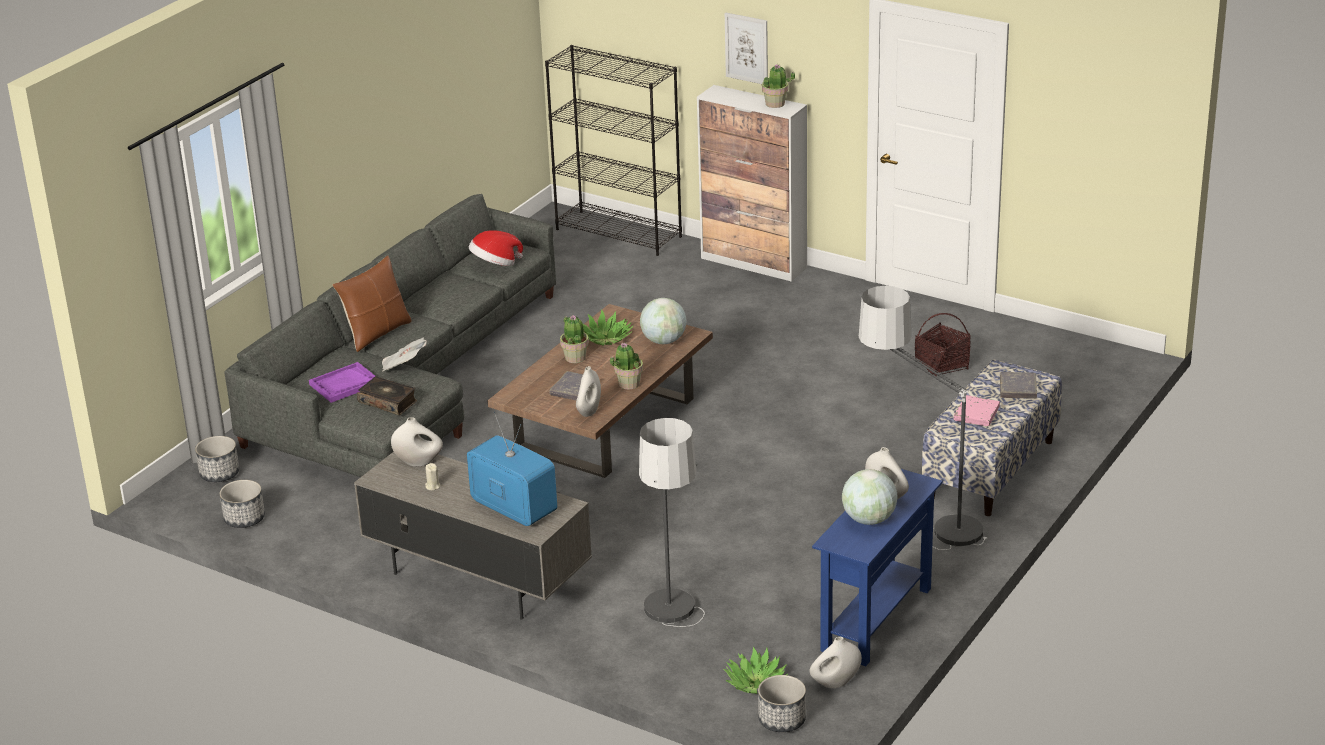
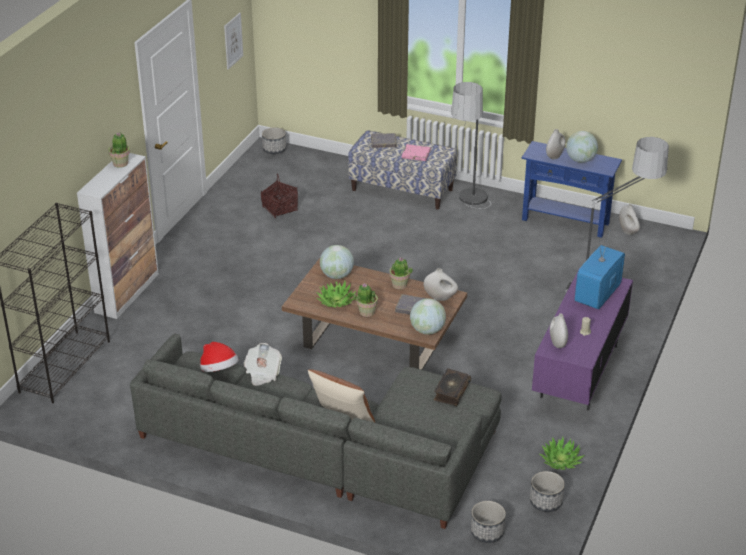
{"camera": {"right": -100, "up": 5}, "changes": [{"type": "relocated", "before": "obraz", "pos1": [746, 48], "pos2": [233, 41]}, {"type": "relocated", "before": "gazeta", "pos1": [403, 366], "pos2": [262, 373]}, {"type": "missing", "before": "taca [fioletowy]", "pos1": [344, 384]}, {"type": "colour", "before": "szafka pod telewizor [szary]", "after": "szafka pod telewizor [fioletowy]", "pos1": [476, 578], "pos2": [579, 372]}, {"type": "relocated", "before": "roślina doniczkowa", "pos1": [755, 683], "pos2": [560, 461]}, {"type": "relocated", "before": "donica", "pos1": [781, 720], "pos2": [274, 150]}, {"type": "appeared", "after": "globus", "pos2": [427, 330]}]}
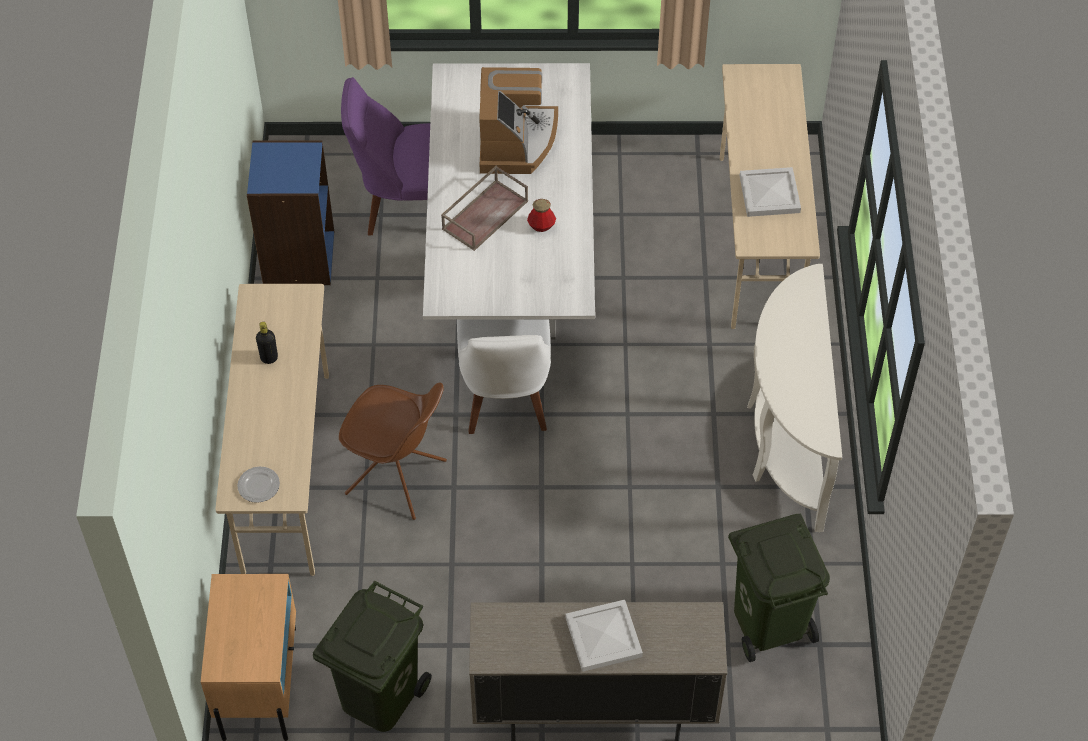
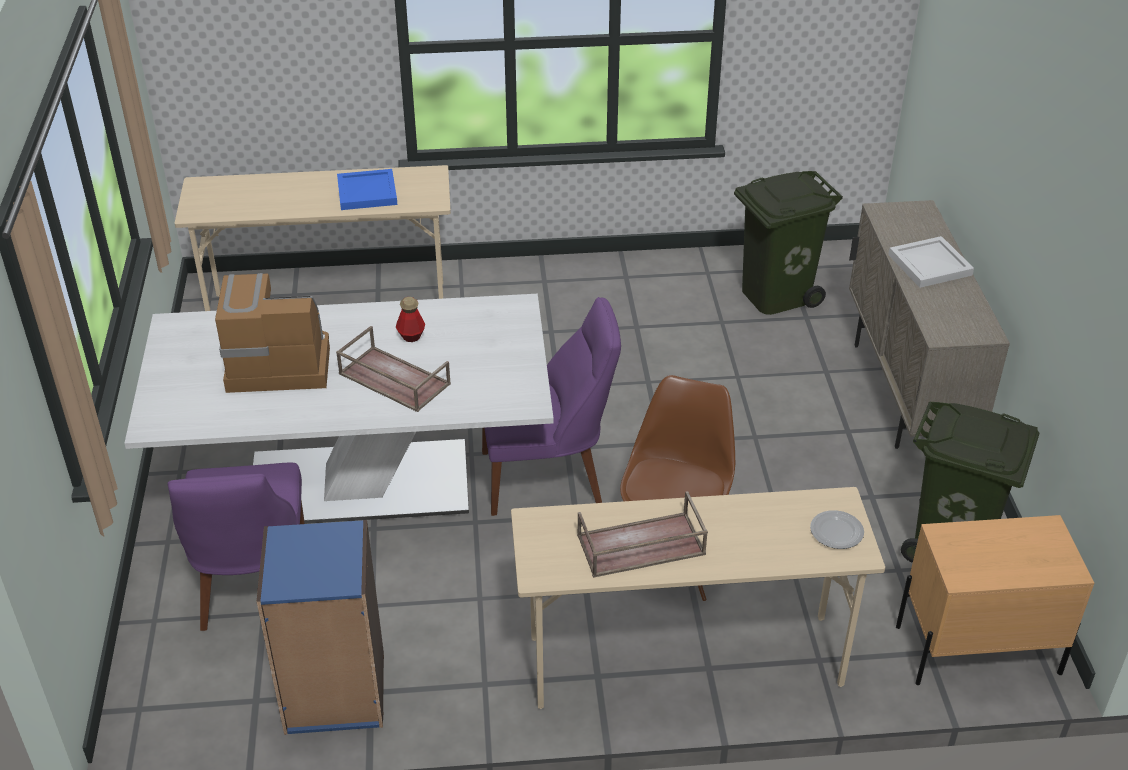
{"camera": {"right": -95, "up": -15}, "changes": [{"type": "colour", "before": "taca [biały]", "after": "taca [niebieski]", "pos1": [770, 194], "pos2": [368, 192]}, {"type": "missing", "before": "stolik konsolowy [biały]", "pos1": [785, 440]}, {"type": "colour", "before": "krzesło [biały]", "after": "krzesło [fioletowy]", "pos1": [505, 397], "pos2": [548, 477]}, {"type": "exchanged", "before": "butelka [czarny]", "after": "taca [brązowy]", "pos1": [269, 358], "pos2": [640, 546]}]}
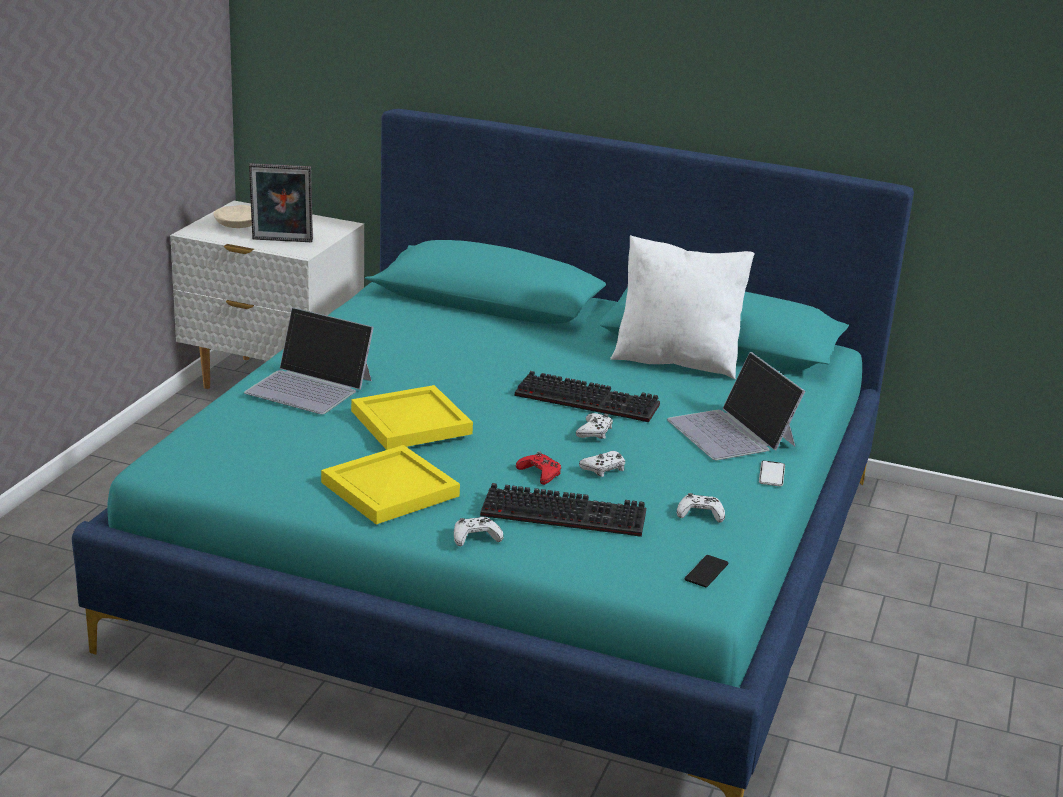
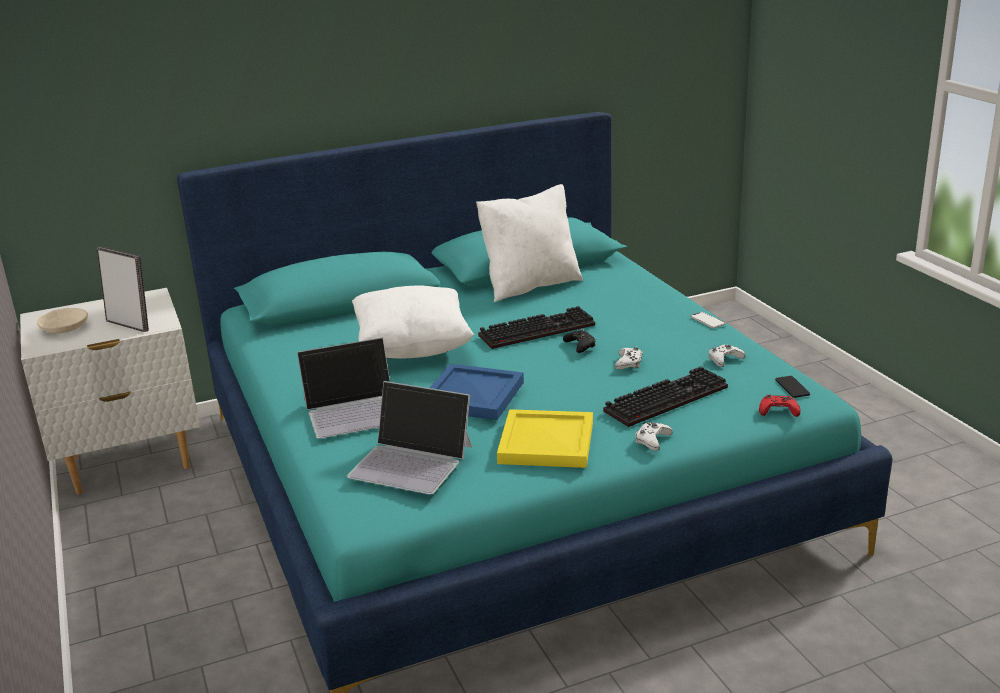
{"camera": {"right": -40, "up": 0}, "changes": [{"type": "spun", "before": "ramka na zdjęcie", "pos1": [282, 241], "pos2": [130, 324], "turn": -105}, {"type": "relocated", "before": "laptop", "pos1": [732, 432], "pos2": [412, 461]}, {"type": "colour", "before": "taca [żółty]", "after": "taca [niebieski]", "pos1": [409, 422], "pos2": [471, 396]}, {"type": "colour", "before": "pad do gier [biały]", "after": "pad do gier [czarny]", "pos1": [595, 431], "pos2": [580, 345]}, {"type": "relocated", "before": "pad do gier [czerwony]", "pos1": [540, 473], "pos2": [778, 411]}, {"type": "appeared", "after": "poduszka [biały]", "pos2": [412, 349]}]}
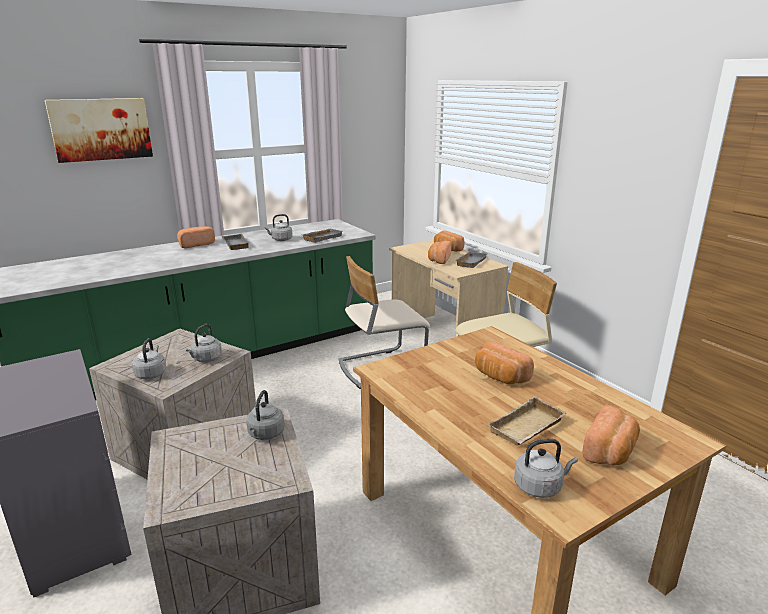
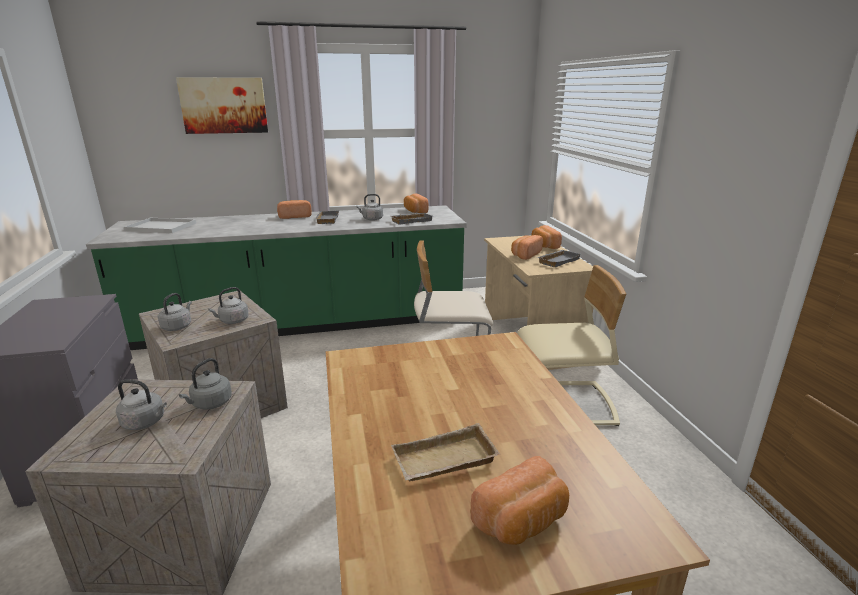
{"camera": {"right": 20, "up": 0}, "changes": [{"type": "relocated", "before": "chleb", "pos1": [500, 376], "pos2": [415, 211]}, {"type": "relocated", "before": "czajnik [szary]", "pos1": [540, 486], "pos2": [145, 422]}, {"type": "appeared", "after": "taca [biały]", "pos2": [162, 226]}]}
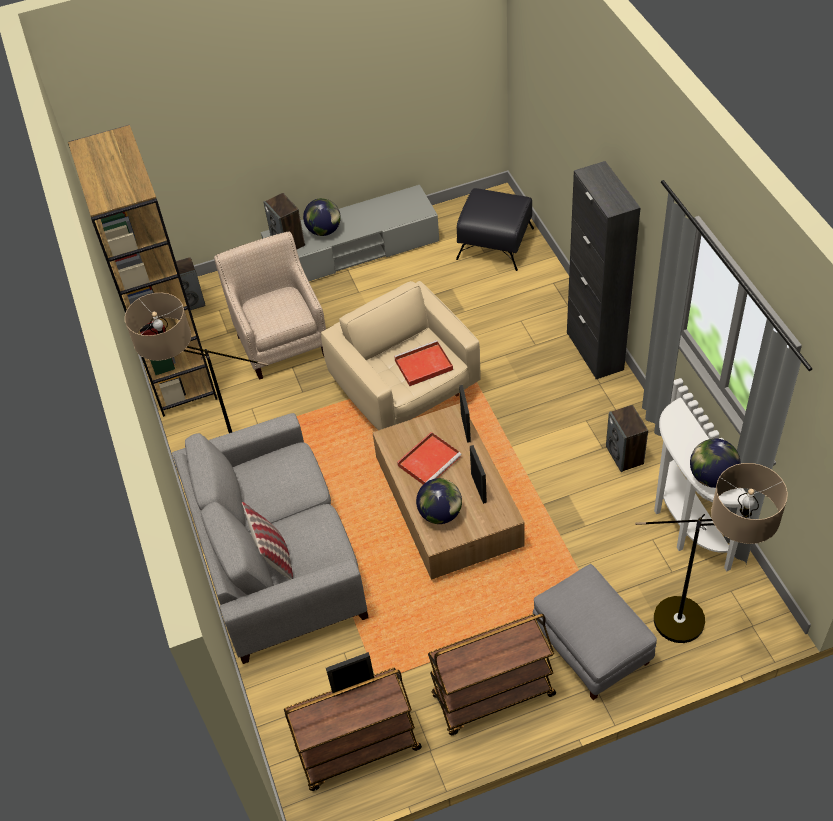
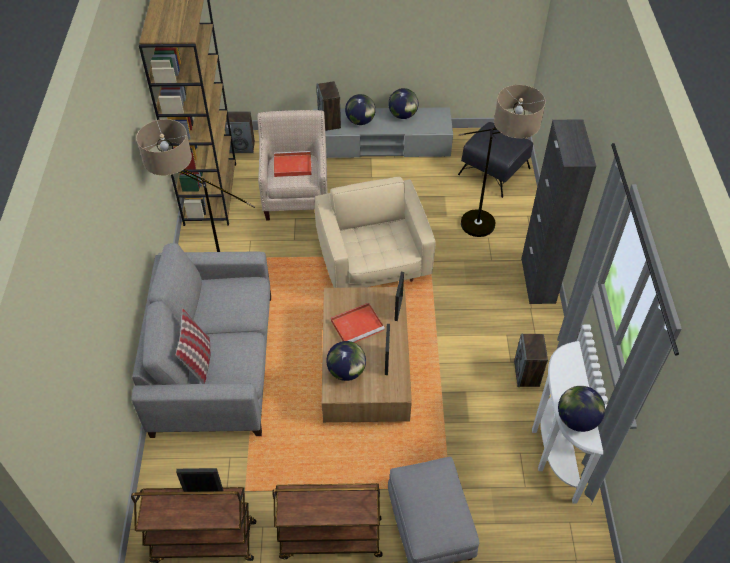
{"camera": {"right": 15, "up": 0}, "changes": [{"type": "relocated", "before": "taca [czerwony]", "pos1": [422, 365], "pos2": [291, 166]}, {"type": "relocated", "before": "lampa stojąca", "pos1": [698, 630], "pos2": [487, 232]}, {"type": "appeared", "after": "globus", "pos2": [403, 115]}]}
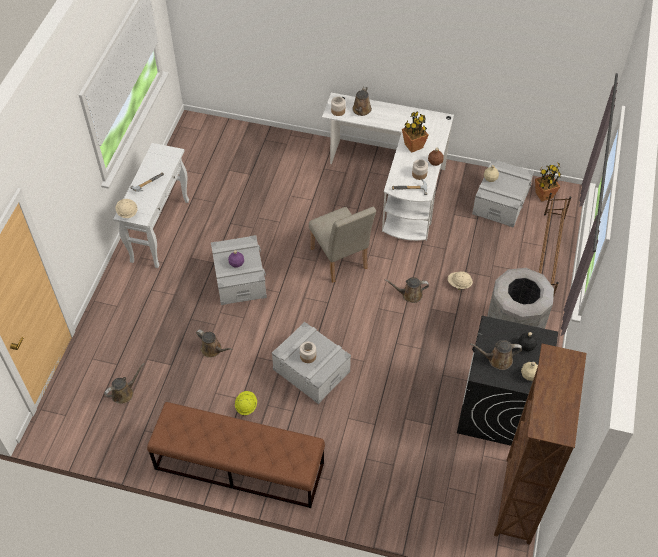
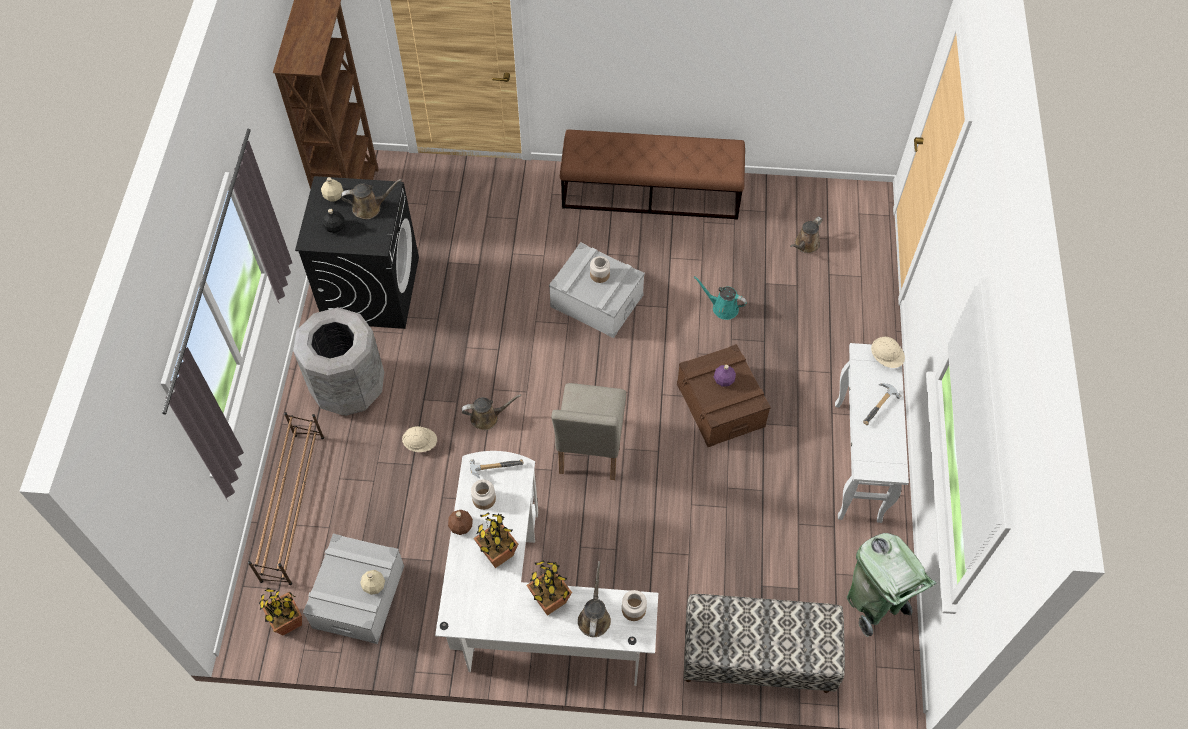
{"camera": {"right": 170, "up": 5}, "changes": [{"type": "spun", "before": "krzesło [beżowy]", "pos1": [340, 262], "pos2": [589, 452], "turn": -135}, {"type": "colour", "before": "pojemnik do przechowywania [szary]", "after": "pojemnik do przechowywania [brązowy]", "pos1": [239, 278], "pos2": [720, 405]}, {"type": "colour", "before": "konewka [brązowy]", "after": "konewka [turkusowy]", "pos1": [213, 349], "pos2": [722, 307]}, {"type": "missing", "before": "kask [żółty]", "pos1": [246, 406]}, {"type": "appeared", "after": "kosz na śmieci [zielony]", "pos2": [873, 604]}, {"type": "appeared", "after": "roślina doniczkowa", "pos2": [550, 601]}, {"type": "appeared", "after": "ławka", "pos2": [757, 657]}]}
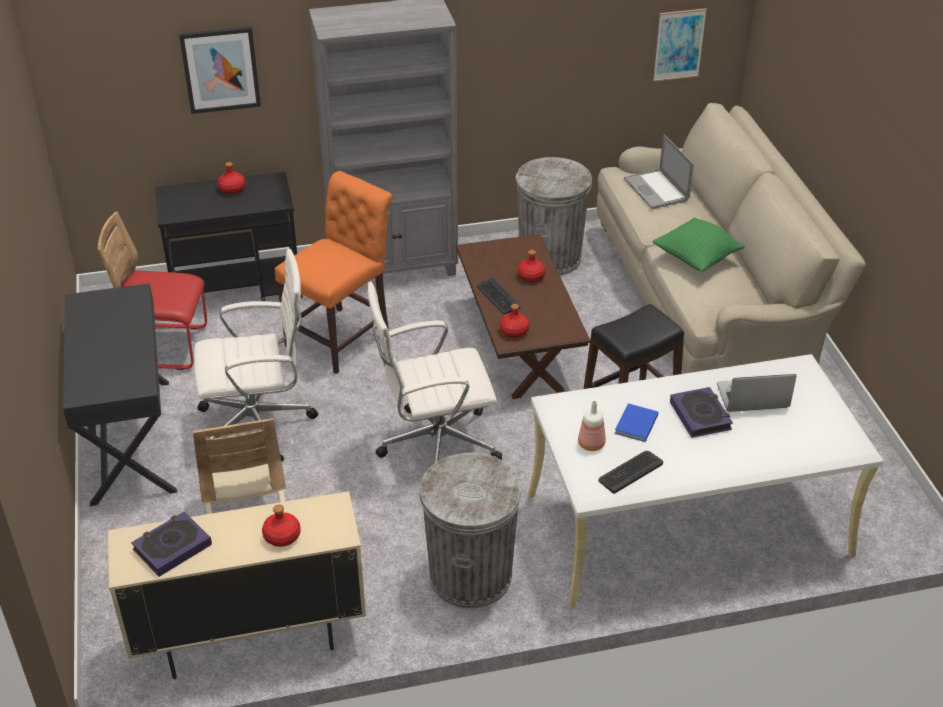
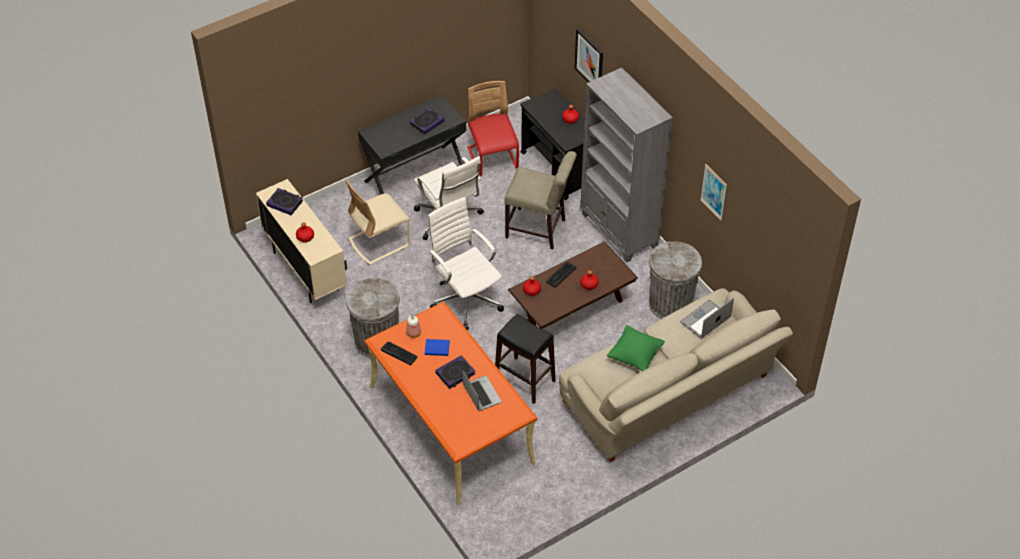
{"camera": {"right": 70, "up": 10}, "changes": [{"type": "relocated", "before": "obraz", "pos1": [679, 45], "pos2": [713, 192]}, {"type": "colour", "before": "krzesło [pomarańczowy]", "after": "krzesło [beżowy]", "pos1": [342, 337], "pos2": [539, 230]}, {"type": "colour", "before": "biurko [biały]", "after": "biurko [pomarańczowy]", "pos1": [686, 525], "pos2": [450, 424]}, {"type": "appeared", "after": "książka", "pos2": [427, 123]}]}
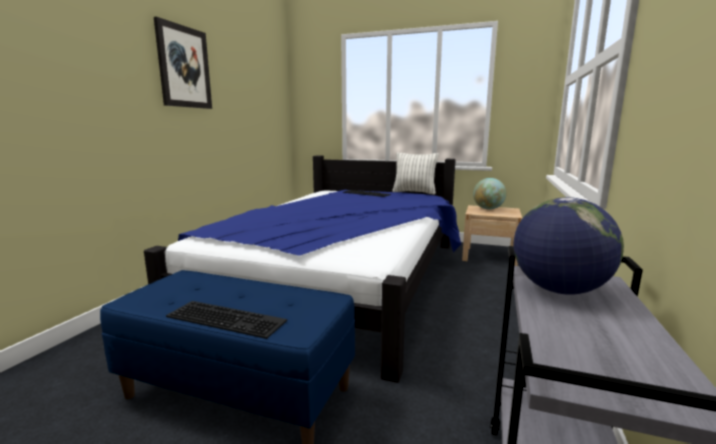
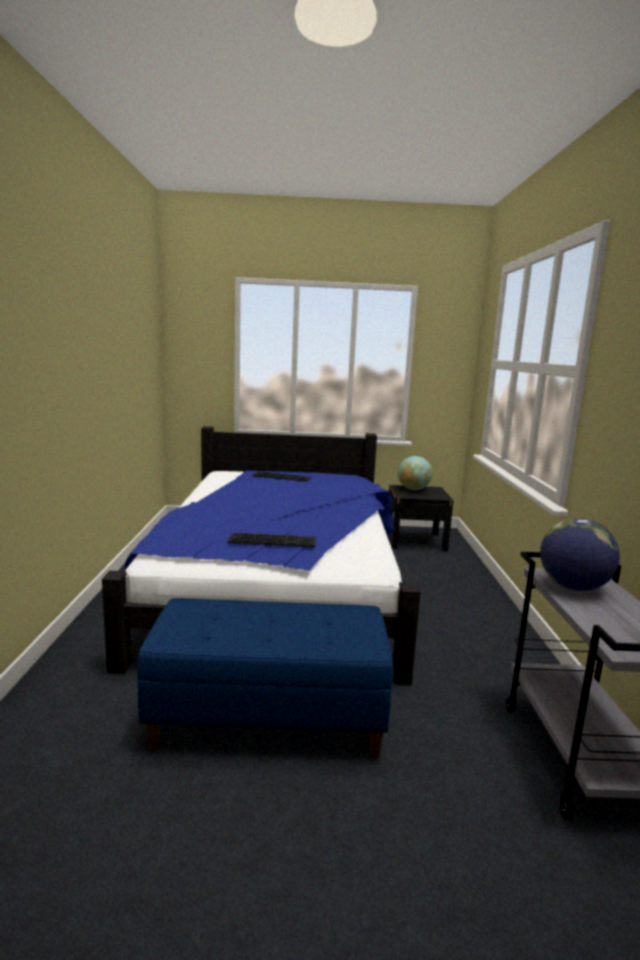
{"camera": {"right": -20, "up": 0}, "changes": [{"type": "missing", "before": "obraz", "pos1": [184, 67]}, {"type": "missing", "before": "poduszka", "pos1": [414, 192]}, {"type": "colour", "before": "szafka nocna [beżowy]", "after": "szafka nocna [czarny]", "pos1": [489, 256], "pos2": [415, 540]}, {"type": "relocated", "before": "klawiatura", "pos1": [228, 318], "pos2": [273, 539]}]}
